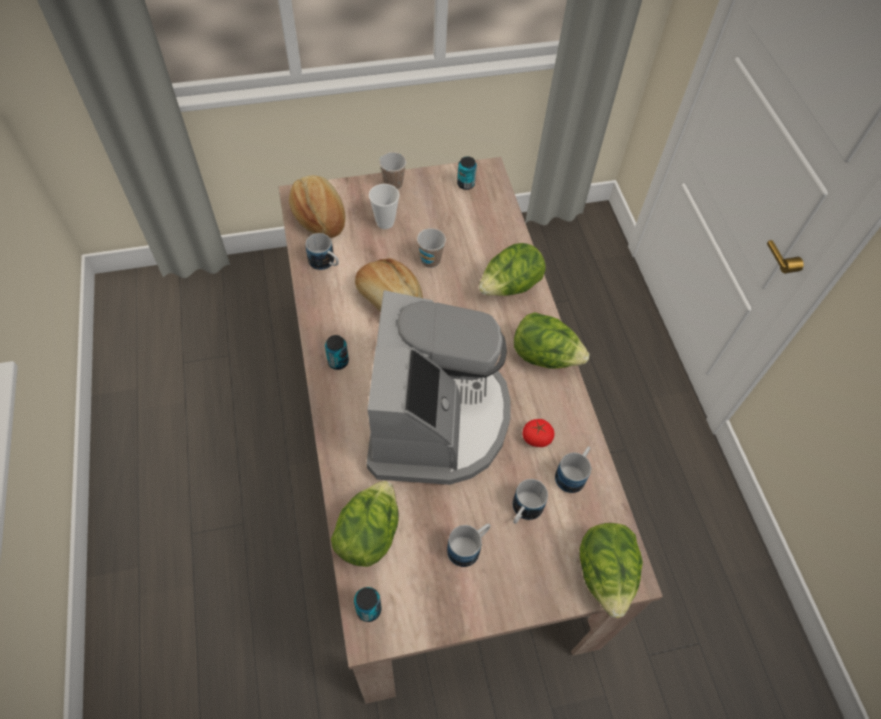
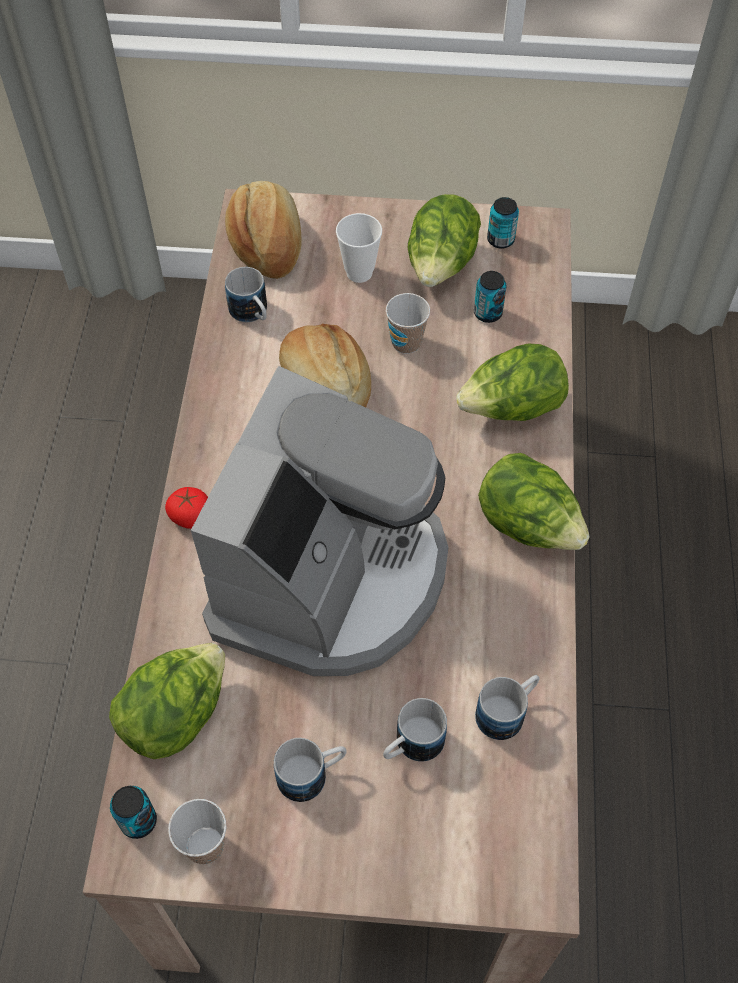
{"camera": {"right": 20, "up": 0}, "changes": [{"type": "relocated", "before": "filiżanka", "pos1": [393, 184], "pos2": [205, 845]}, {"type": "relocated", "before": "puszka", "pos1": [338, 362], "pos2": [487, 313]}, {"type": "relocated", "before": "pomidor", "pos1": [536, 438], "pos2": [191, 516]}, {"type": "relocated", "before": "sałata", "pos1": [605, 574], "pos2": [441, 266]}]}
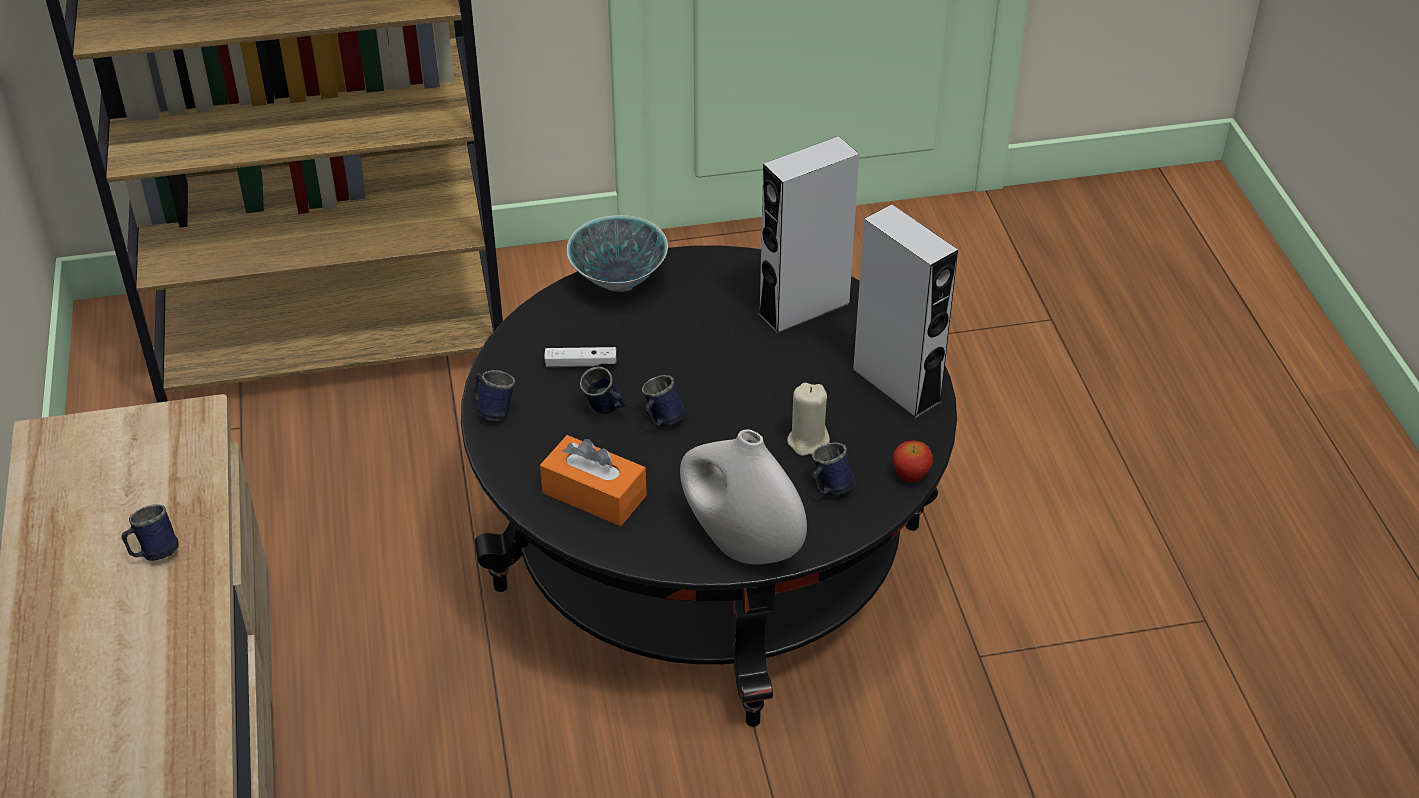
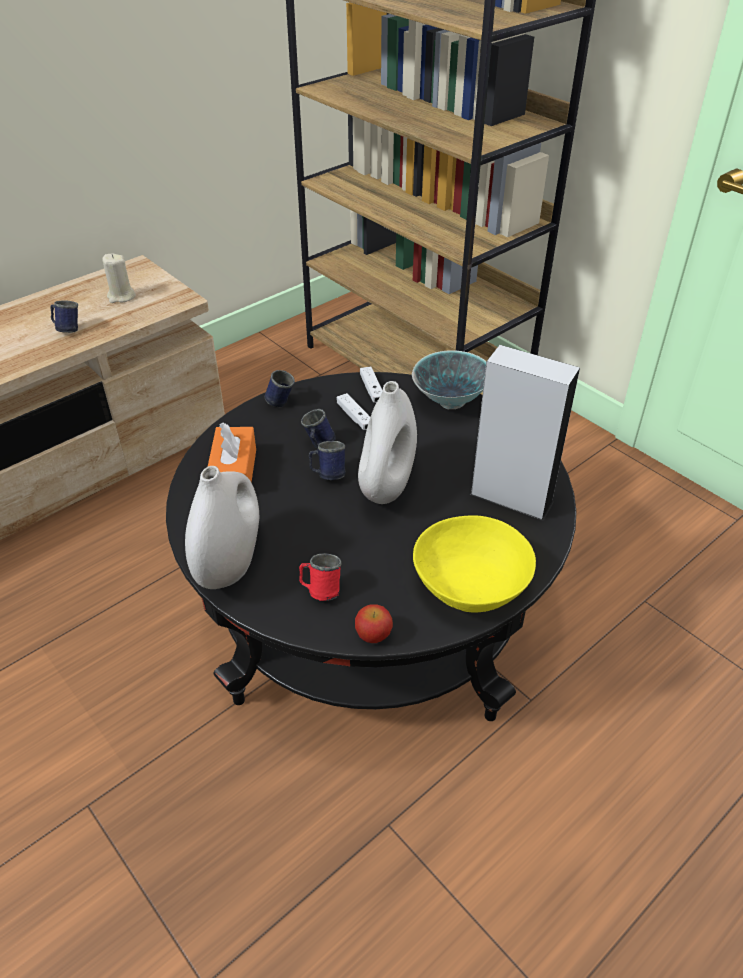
{"camera": {"right": 60, "up": 0}, "changes": [{"type": "exchanged", "before": "głośnik [szary]", "after": "miska [żółty]", "pos1": [896, 385], "pos2": [472, 585]}, {"type": "relocated", "before": "świeca [beżowy]", "pos1": [808, 441], "pos2": [121, 296]}, {"type": "colour", "before": "kubek [niebieski]", "after": "kubek [czerwony]", "pos1": [828, 489], "pos2": [320, 590]}, {"type": "appeared", "after": "pad do gier [biały]", "pos2": [372, 390]}, {"type": "appeared", "after": "wazon [biały]", "pos2": [387, 487]}]}
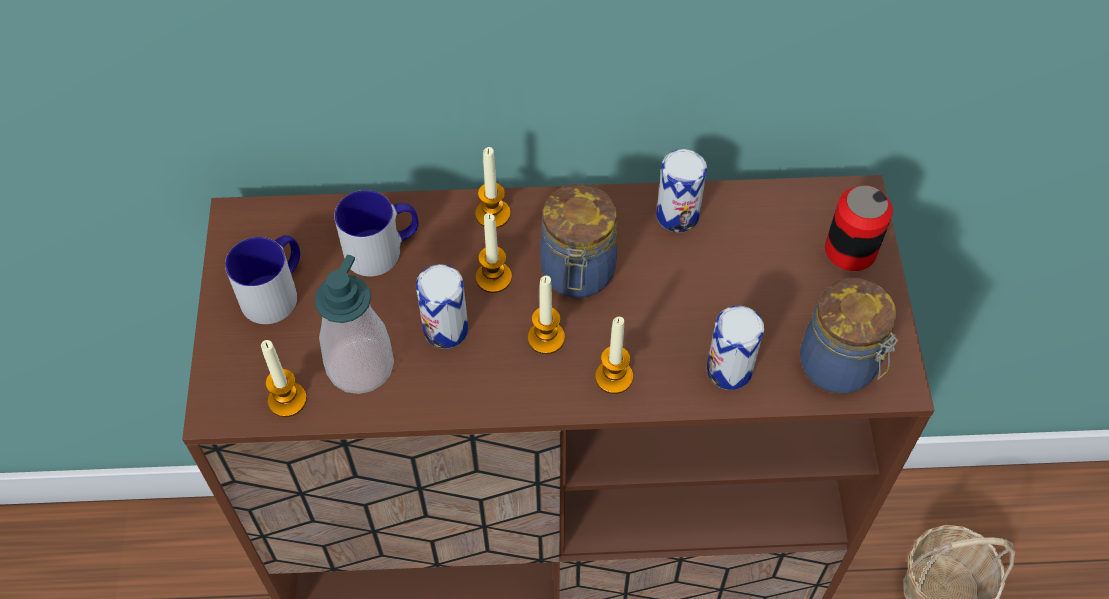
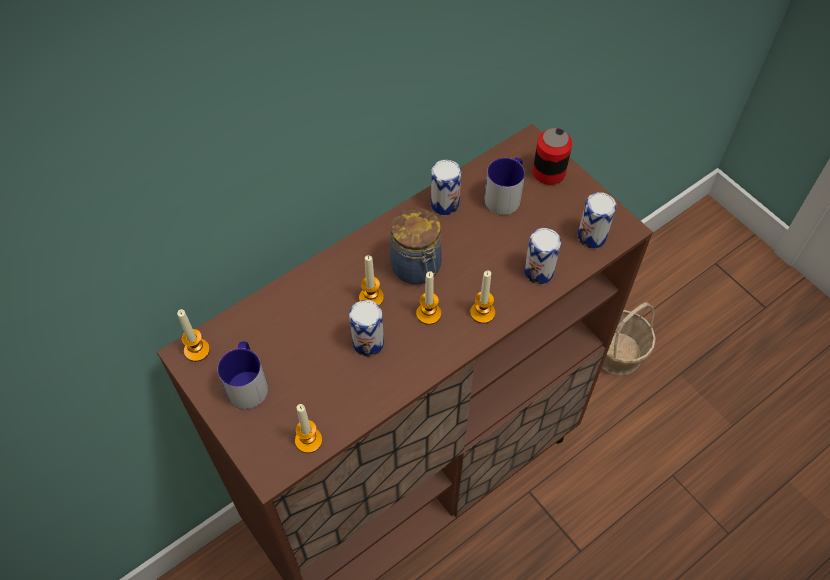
{"camera": {"right": -35, "up": 0}, "changes": [{"type": "relocated", "before": "świeca", "pos1": [492, 214], "pos2": [197, 350]}, {"type": "relocated", "before": "kubek", "pos1": [383, 249], "pos2": [505, 195]}, {"type": "missing", "before": "dozownik mydła", "pos1": [360, 366]}, {"type": "exchanged", "before": "słoik", "after": "puszka", "pos1": [840, 366], "pos2": [591, 237]}]}
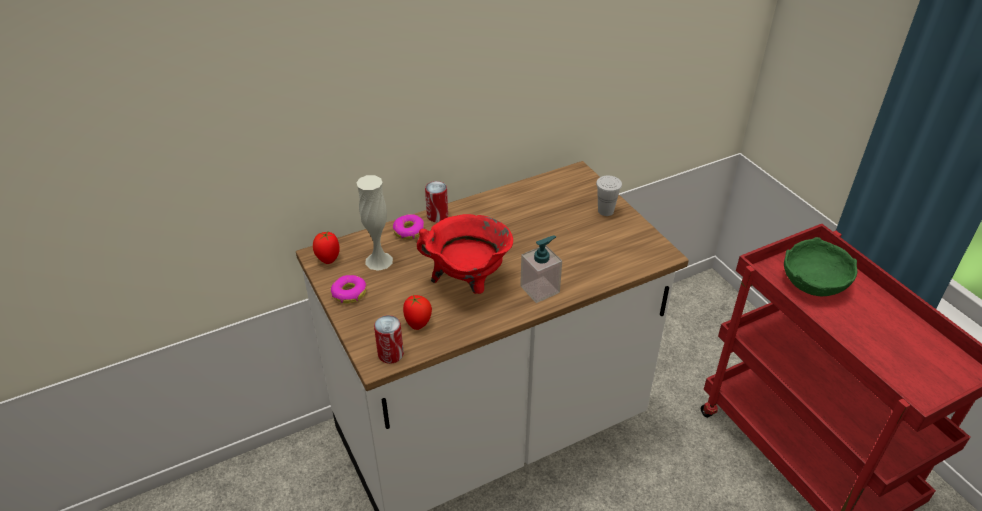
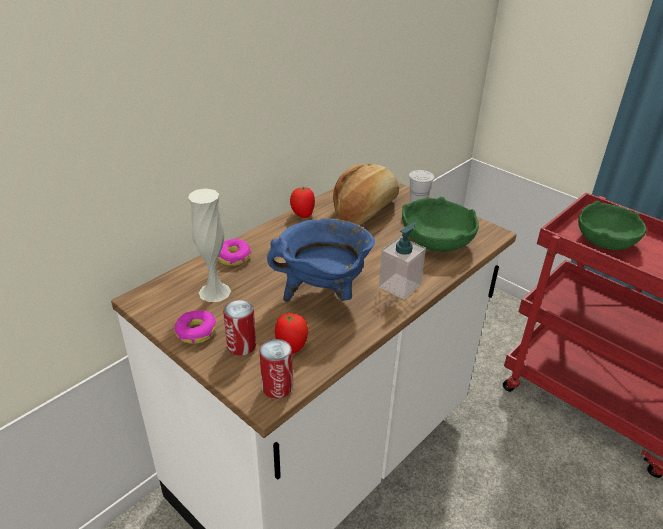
{"camera": {"right": -20, "up": -5}, "changes": [{"type": "relocated", "before": "puszka", "pos1": [437, 216], "pos2": [241, 346]}, {"type": "colour", "before": "garnek [czerwony]", "after": "garnek [niebieski]", "pos1": [468, 282], "pos2": [323, 294]}, {"type": "relocated", "before": "pomidor", "pos1": [328, 258], "pos2": [302, 215]}, {"type": "appeared", "after": "chleb", "pos2": [365, 210]}, {"type": "appeared", "after": "miska [zielony]", "pos2": [437, 241]}]}
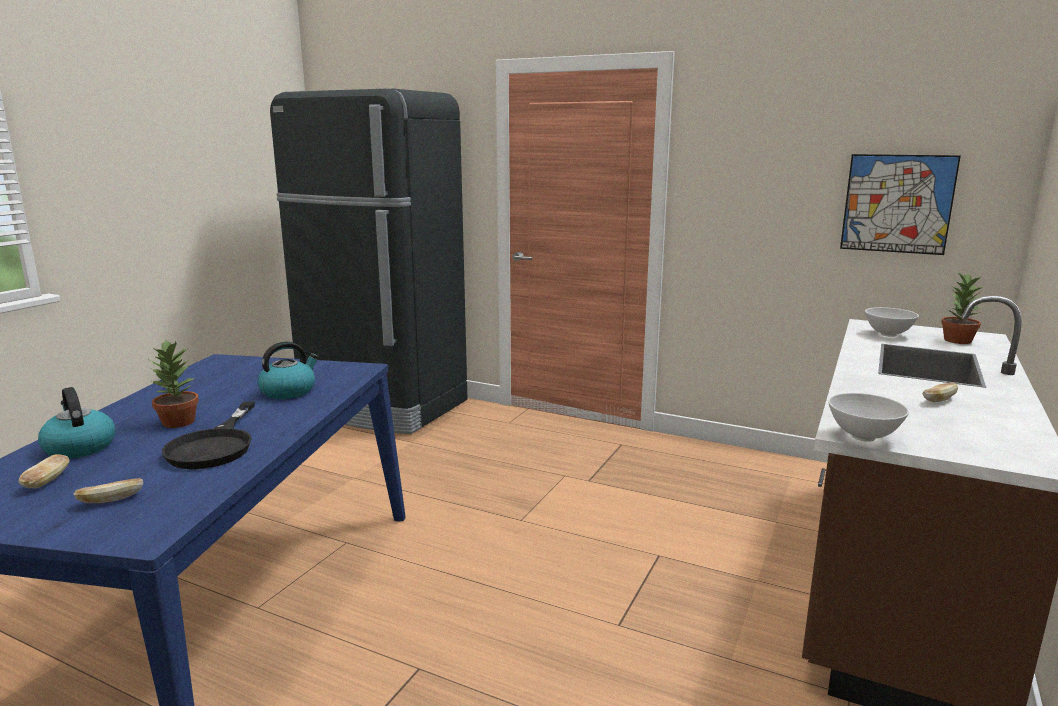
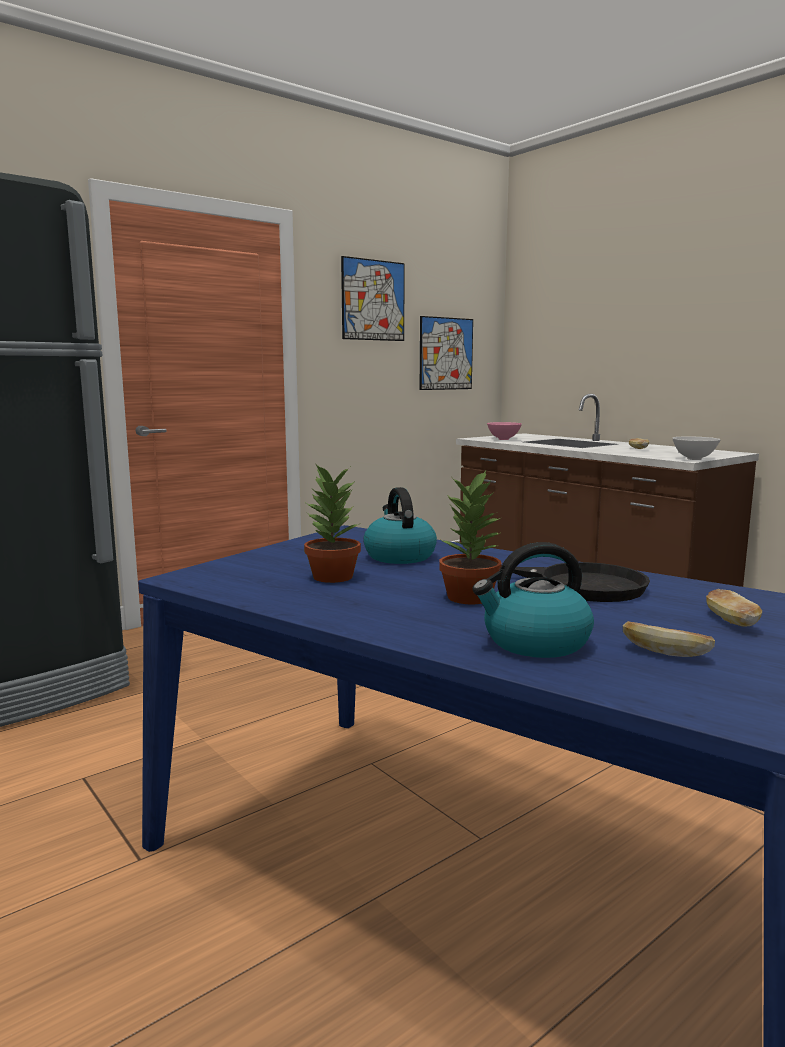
{"camera": {"right": -65, "up": -5}, "changes": [{"type": "relocated", "before": "roślina doniczkowa", "pos1": [957, 340], "pos2": [331, 576]}, {"type": "colour", "before": "miska [biały]", "after": "miska [różowy]", "pos1": [888, 334], "pos2": [503, 439]}, {"type": "appeared", "after": "obraz", "pos2": [373, 300]}]}
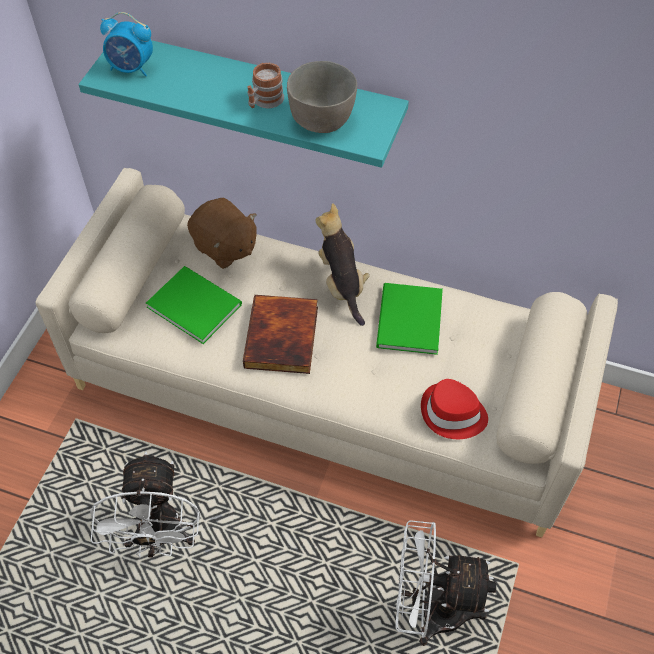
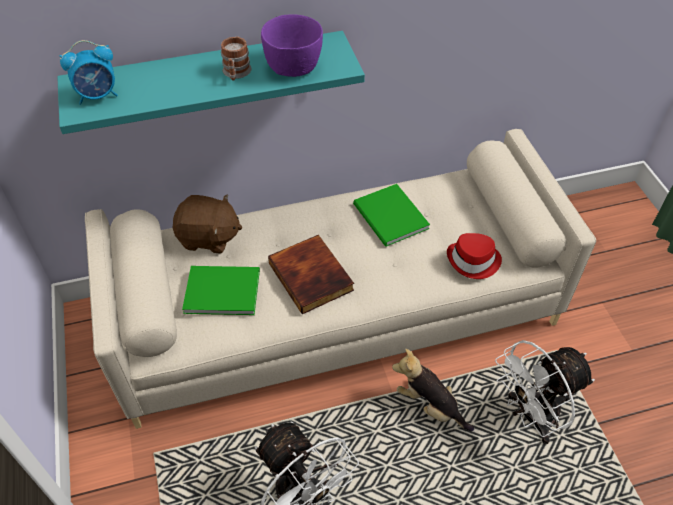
{"camera": {"right": -35, "up": -5}, "changes": [{"type": "colour", "before": "miska [szary]", "after": "miska [fioletowy]", "pos1": [322, 120], "pos2": [294, 67]}, {"type": "relocated", "before": "pluszak", "pos1": [342, 284], "pos2": [430, 405]}]}
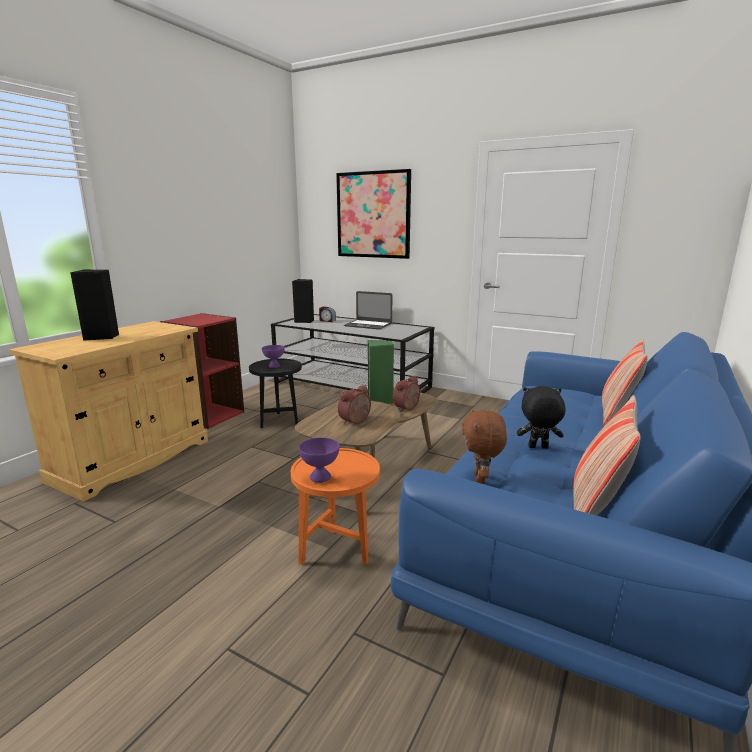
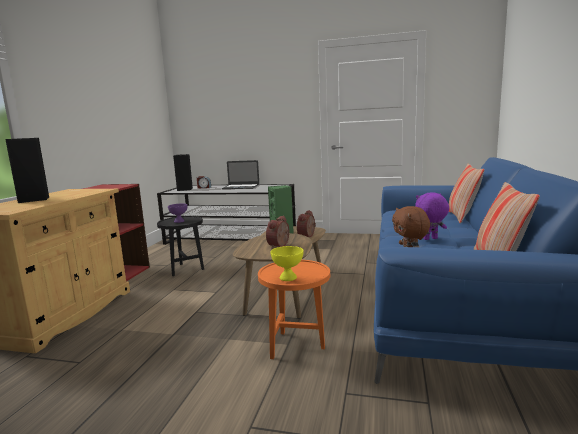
{"camera": {"right": -15, "up": -5}, "changes": [{"type": "missing", "before": "obraz", "pos1": [373, 215]}, {"type": "colour", "before": "pluszak [czarny]", "after": "pluszak [fioletowy]", "pos1": [538, 448], "pos2": [430, 239]}, {"type": "colour", "before": "miska [fioletowy]", "after": "miska [żółty]", "pos1": [320, 477], "pos2": [288, 278]}]}
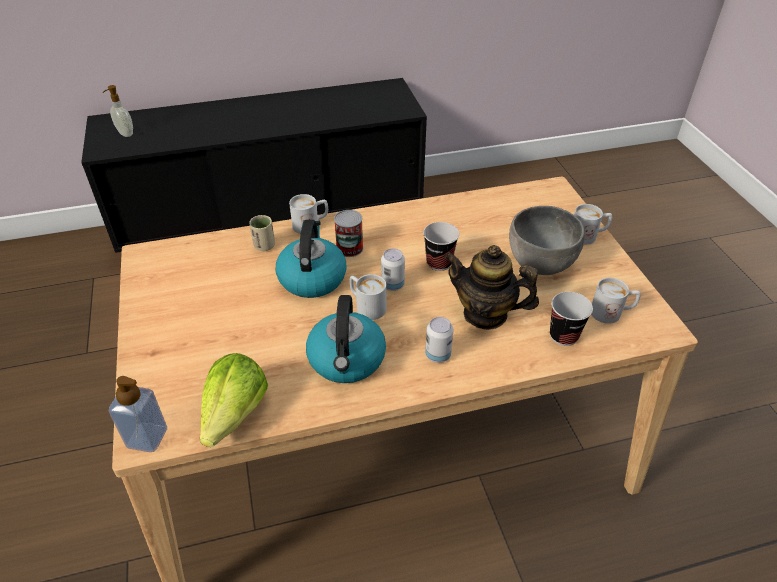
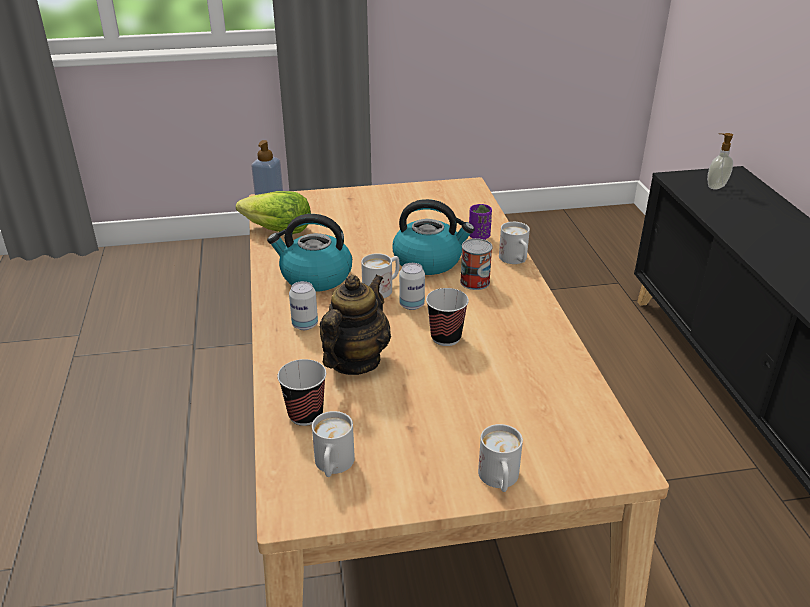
{"camera": {"right": 95, "up": -10}, "changes": [{"type": "missing", "before": "miska [szary]", "pos1": [540, 264]}, {"type": "colour", "before": "filiżanka [beżowy]", "after": "filiżanka [fioletowy]", "pos1": [264, 246], "pos2": [479, 236]}]}
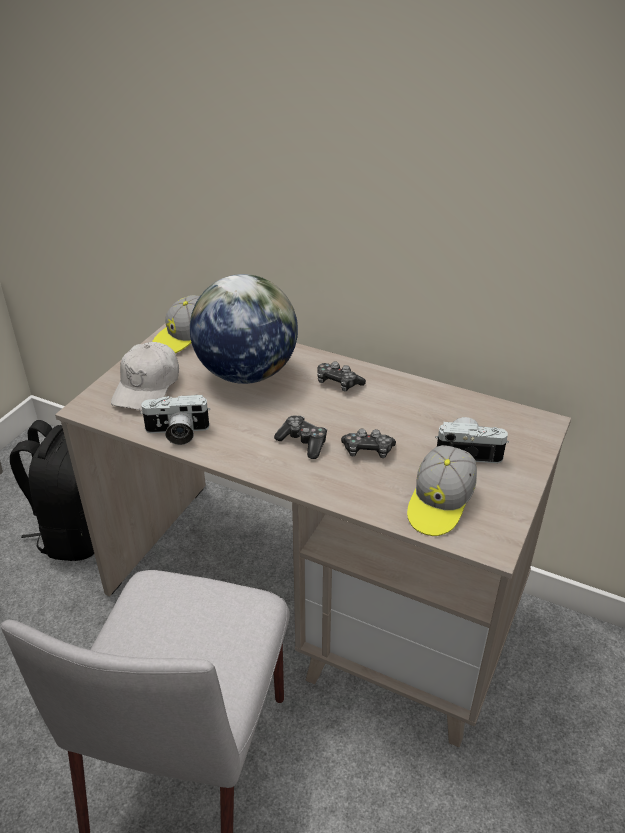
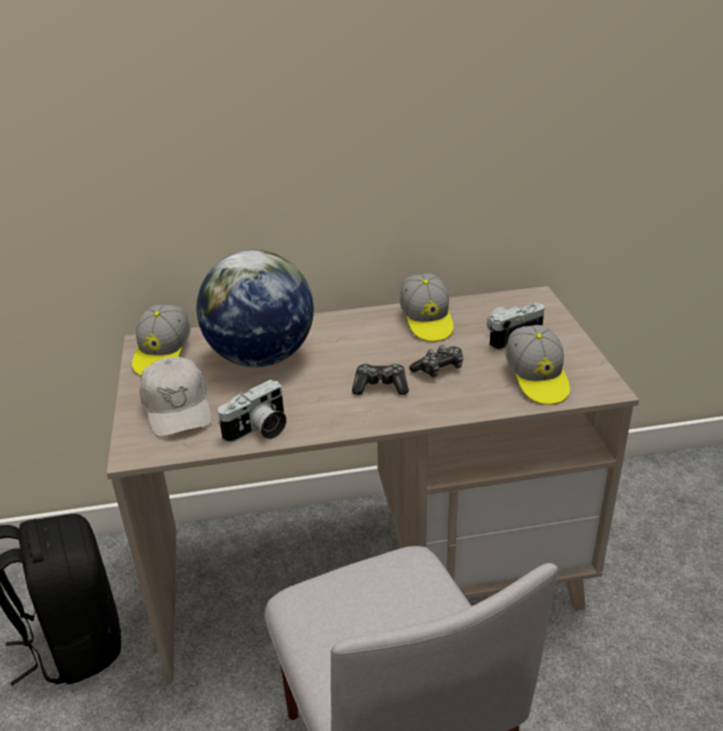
{"camera": {"right": -35, "up": -5}, "changes": [{"type": "missing", "before": "pad do gier", "pos1": [338, 383]}, {"type": "appeared", "after": "czapka z daszkiem", "pos2": [426, 321]}]}
